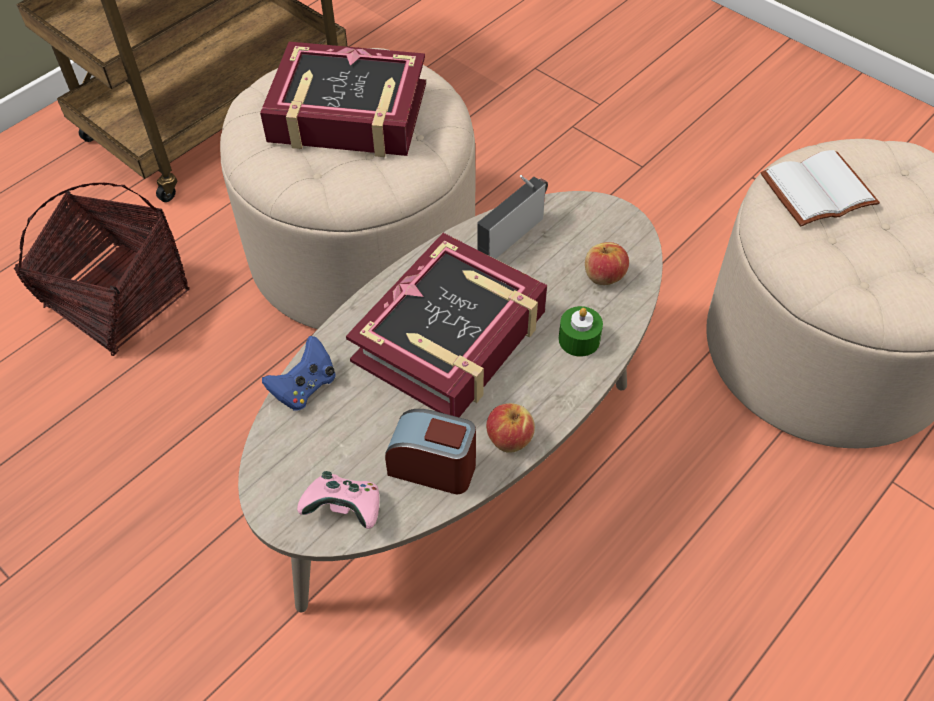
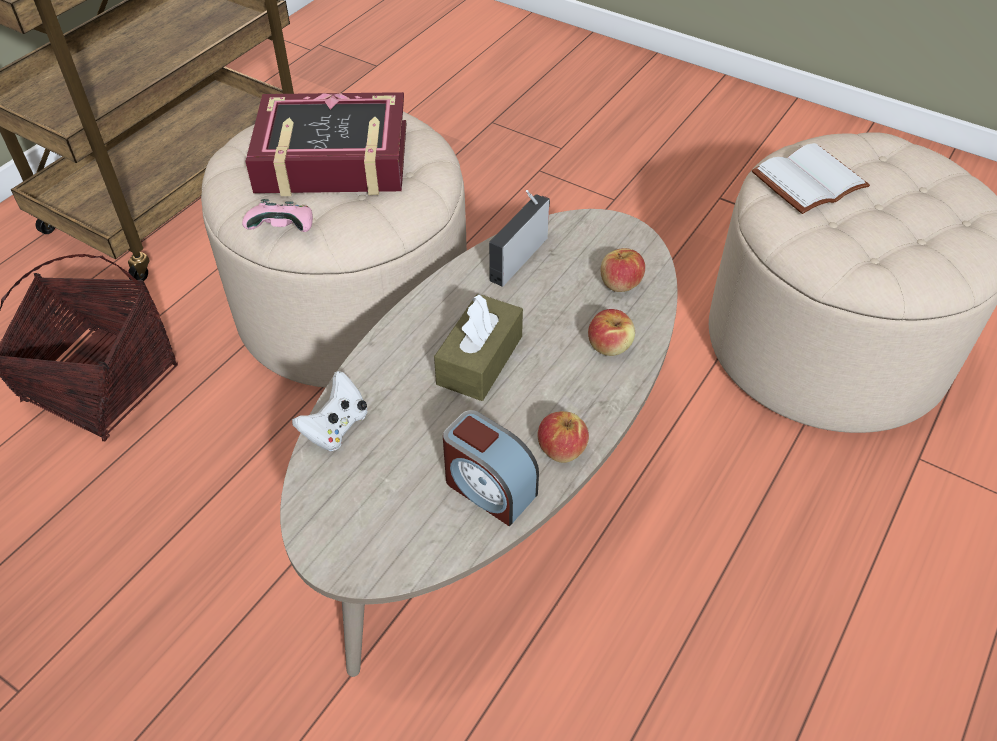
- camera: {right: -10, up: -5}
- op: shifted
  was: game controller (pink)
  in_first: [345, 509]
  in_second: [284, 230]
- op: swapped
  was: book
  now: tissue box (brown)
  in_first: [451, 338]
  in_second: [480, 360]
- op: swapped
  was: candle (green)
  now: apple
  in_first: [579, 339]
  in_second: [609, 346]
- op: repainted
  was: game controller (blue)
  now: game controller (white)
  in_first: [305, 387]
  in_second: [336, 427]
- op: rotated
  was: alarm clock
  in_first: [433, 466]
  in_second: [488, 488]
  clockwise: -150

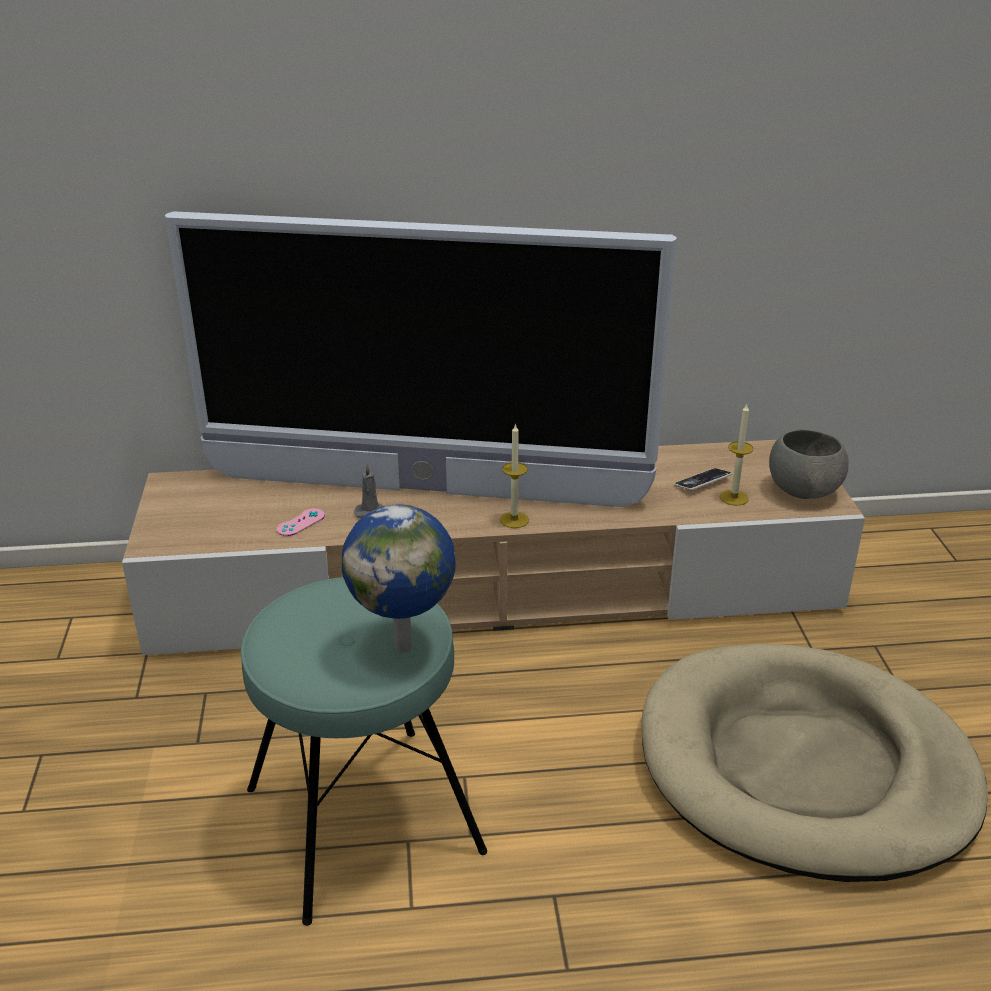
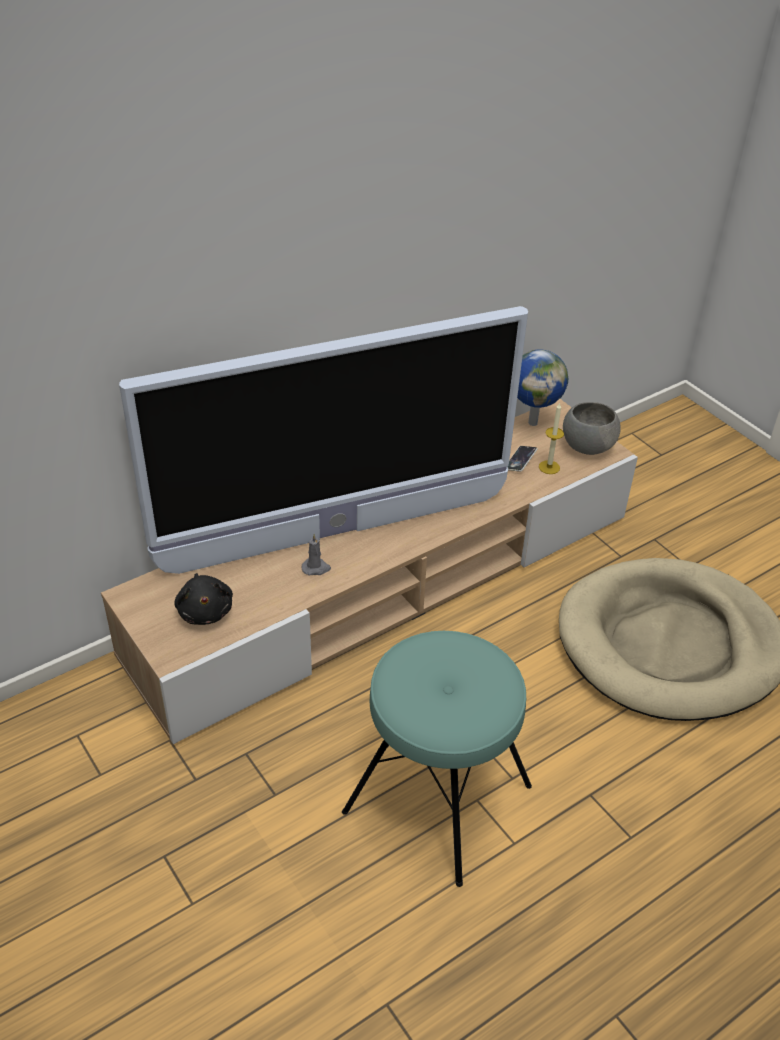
- camera: {right: -30, up: 10}
- op: gone
  was: game controller (pink)
  in_first: [300, 522]
- op: gone
  was: candle
  in_first: [514, 520]
- op: new
  now: plush toy (black)
  in_second: [205, 610]
- op: shifted
  was: globe
  in_first: [405, 645]
  in_second: [533, 422]

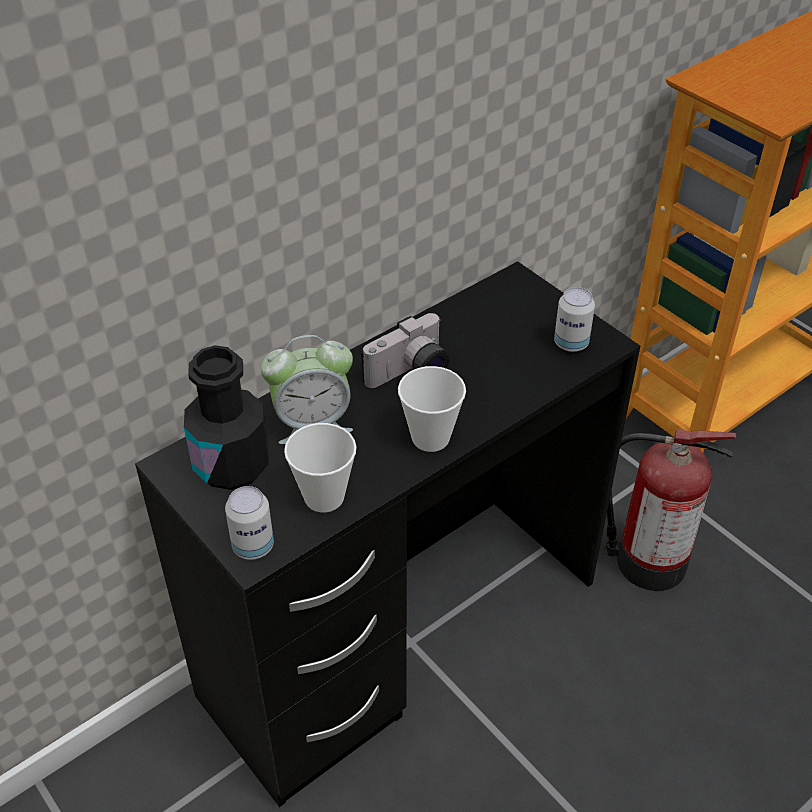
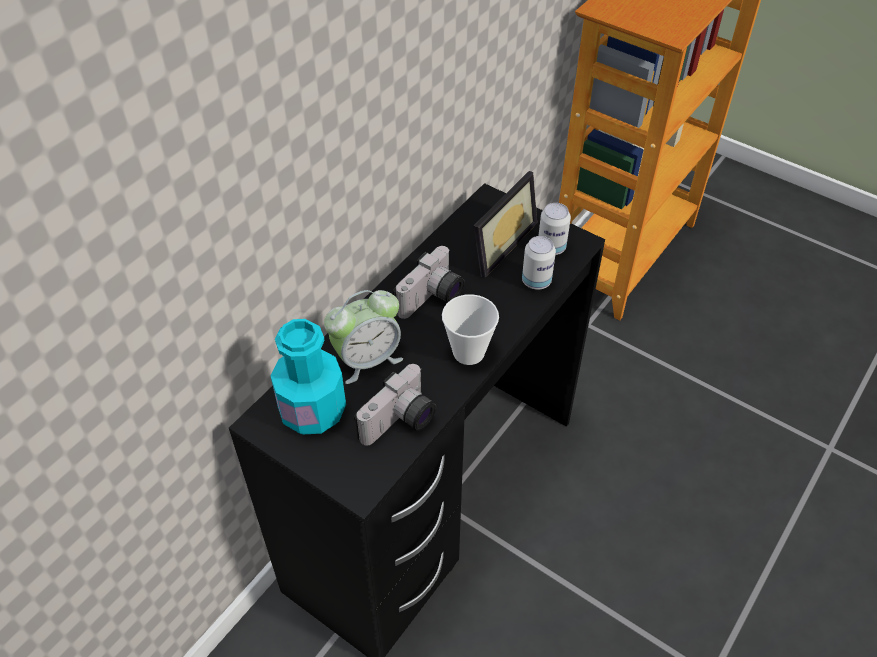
- camera: {right: -15, up: 5}
- op: gone
  was: fire extinguisher
  in_first: [646, 561]
- op: new
  now: picture frame
  in_second: [496, 243]
- op: shifted
  was: can
  in_first: [253, 546]
  in_second: [536, 281]
- op: swapped
  was: cup
  now: photo camera
  in_first: [324, 497]
  in_second: [400, 423]
- op: repainted
  was: bottle (black)
  now: bottle (turquoise)
  in_first: [231, 464]
  in_second: [313, 411]

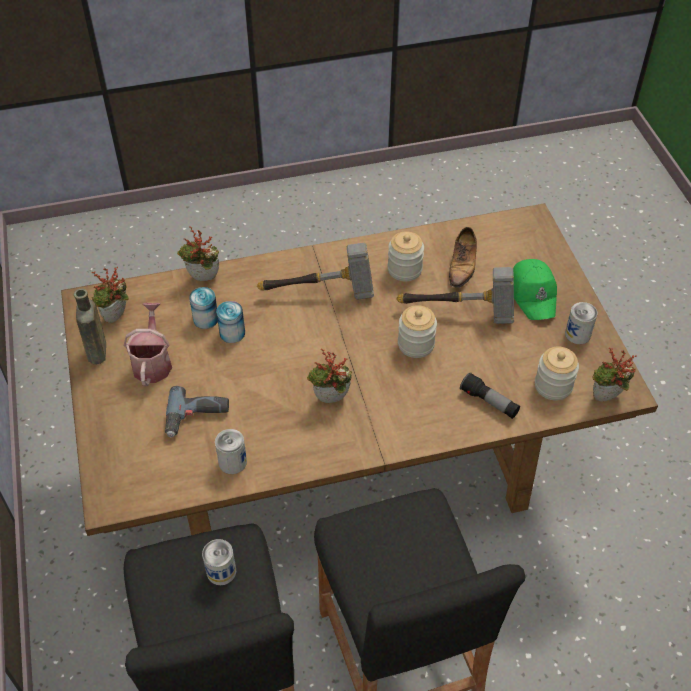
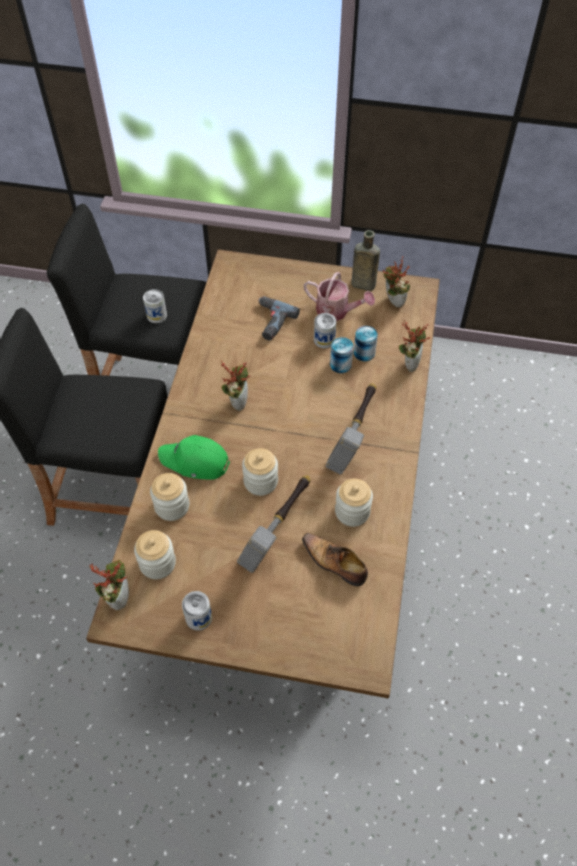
- camera: {right: 115, up: 5}
- op: shifted
  was: can
  in_first: [232, 462]
  in_second: [324, 340]
- op: shifted
  was: cap (green)
  in_first: [533, 294]
  in_second: [195, 462]
- op: swapped
  was: flashlight
  now: jar
  in_first: [489, 402]
  in_second: [172, 506]

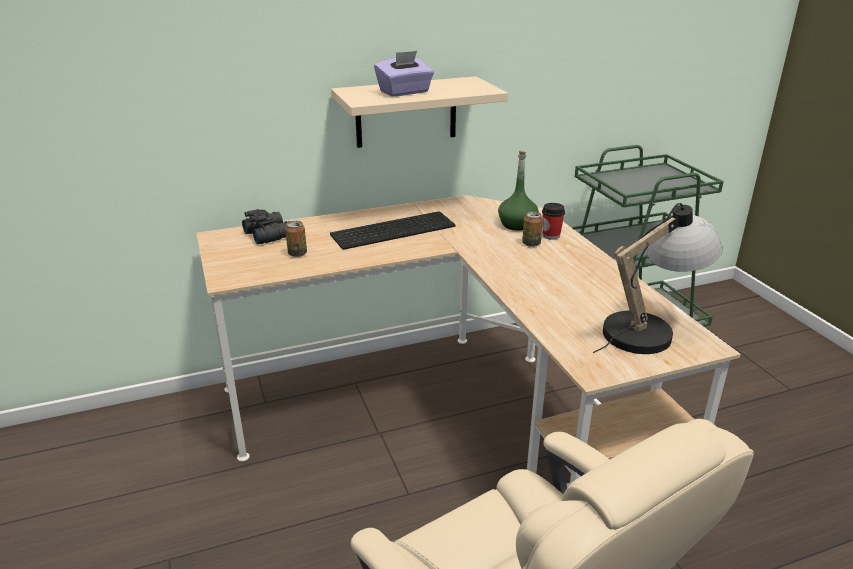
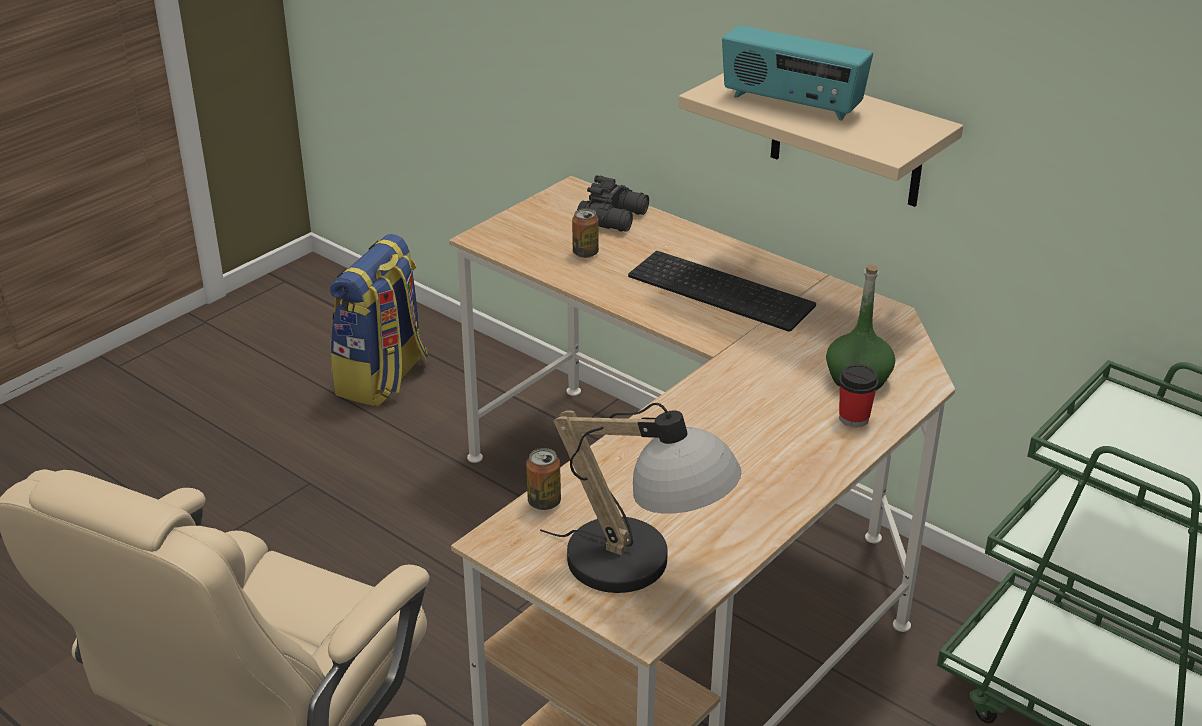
- camera: {right: 60, up: 5}
- op: new
  now: backpack
  in_second: [383, 378]
- op: shifted
  was: can
  in_first: [531, 243]
  in_second: [544, 502]
- op: swapped
  was: tissue box (purple)
  now: radio
  in_first: [404, 92]
  in_second: [791, 104]

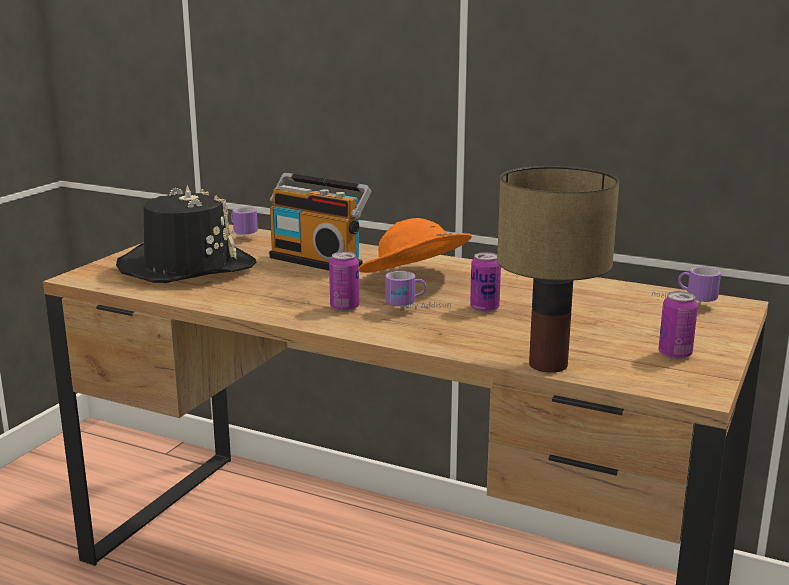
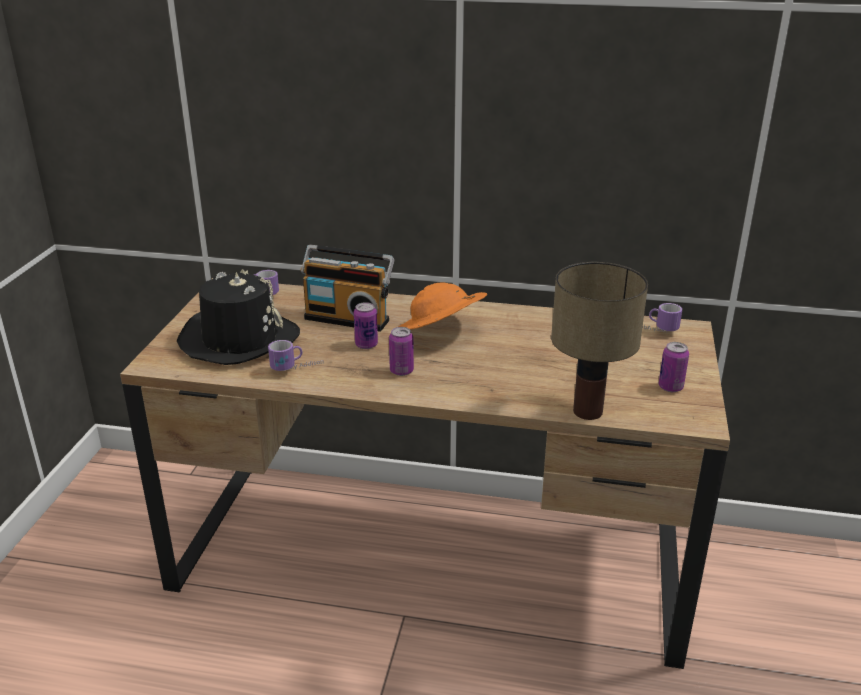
- camera: {right: -15, up: 10}
- op: shifted
  was: mug
  in_first: [418, 309]
  in_second: [297, 369]
- op: shifted
  was: can
  in_first: [484, 308]
  in_second: [366, 345]

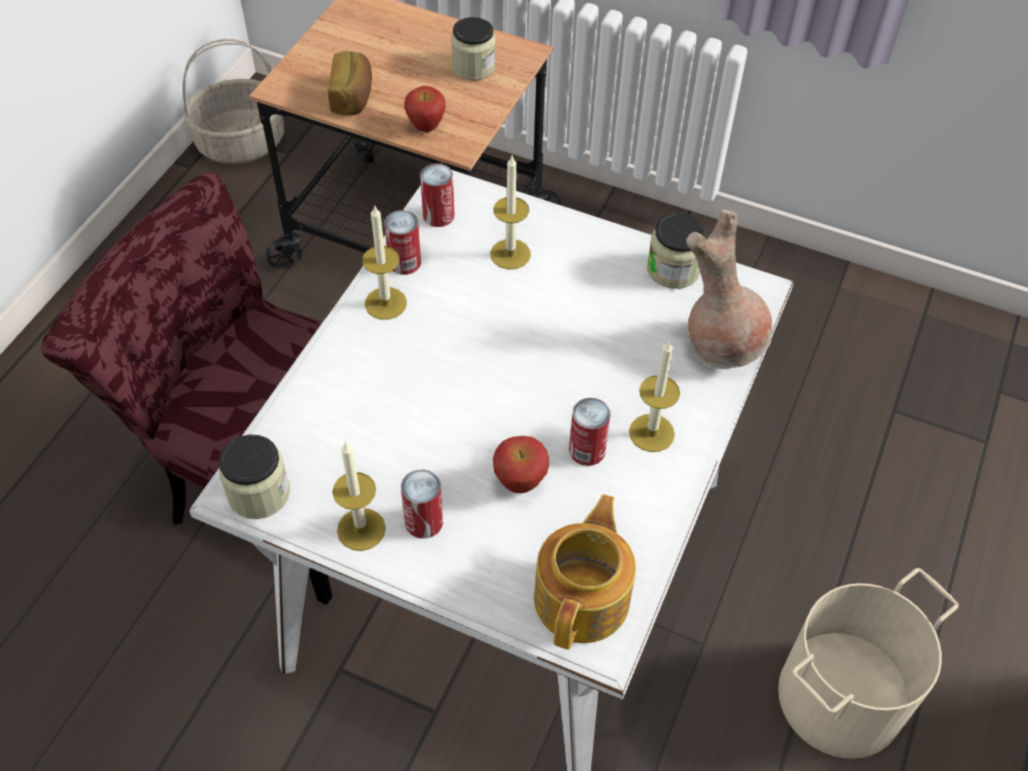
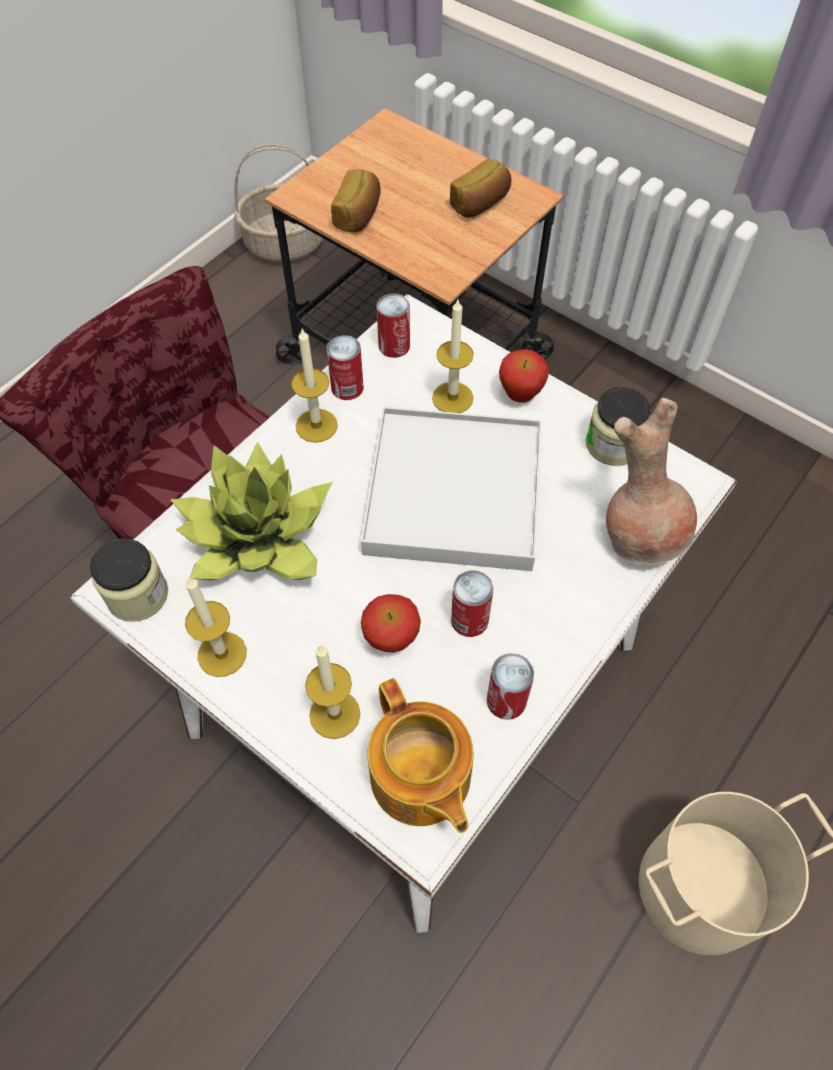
- camera: {right: 15, up: 5}
- op: new
  now: potted plant
  in_second: [259, 537]
- op: new
  now: tray (white)
  in_second: [453, 492]
- op: shifted
  was: can
  in_first: [424, 521]
  in_second: [506, 700]
- op: shifted
  was: apple
  in_first: [426, 127]
  in_second: [520, 395]
- op: shifted
  was: candle
  in_first: [651, 433]
  in_second: [334, 714]
- op: swapped
  was: jar
  now: bread
  in_first: [473, 67]
  in_second: [481, 203]
- op: rotated
  was: teapot
  in_first: [583, 597]
  in_second: [420, 778]
  clockwise: 120

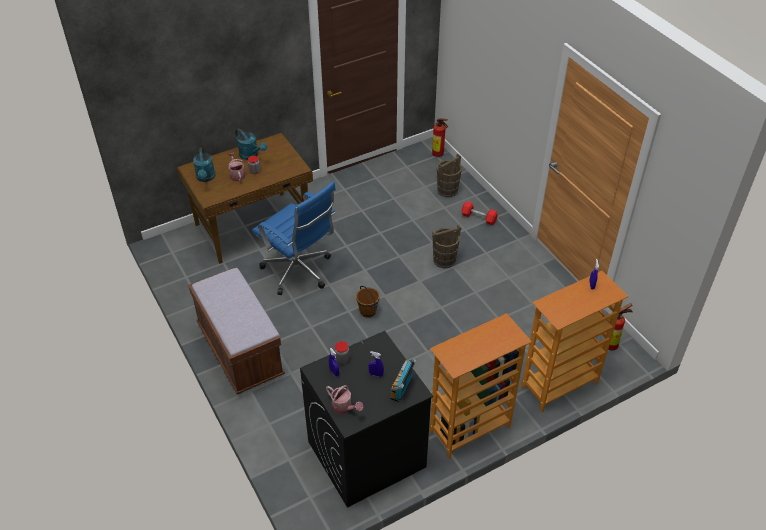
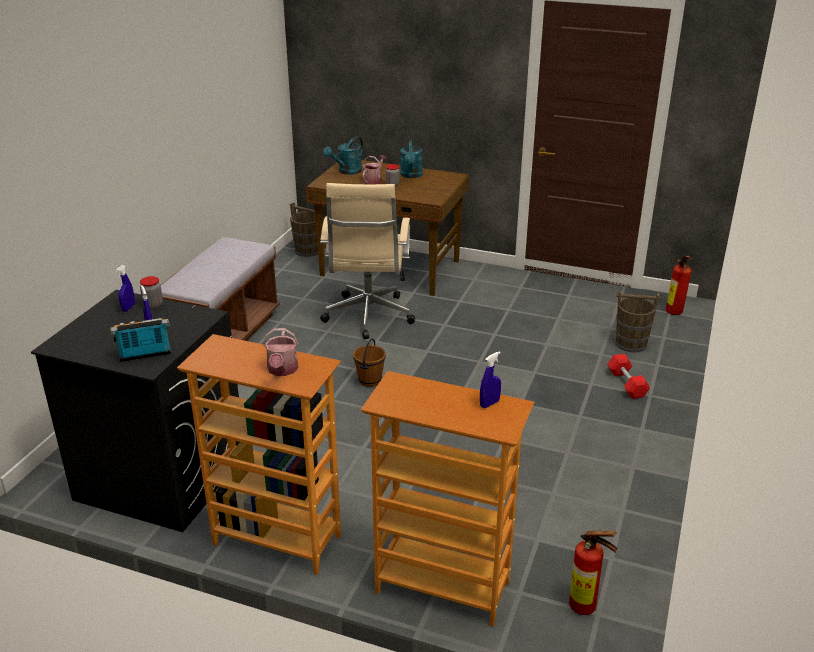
- camera: {right: 50, up: -15}
- op: shifted
  was: watering can
  in_first: [344, 407]
  in_second: [282, 370]
- op: shifted
  was: bucket (brown)
  in_first: [444, 260]
  in_second: [308, 251]
- op: repainted
  was: office chair (blue)
  now: office chair (beige)
  in_first: [299, 272]
  in_second: [368, 318]

